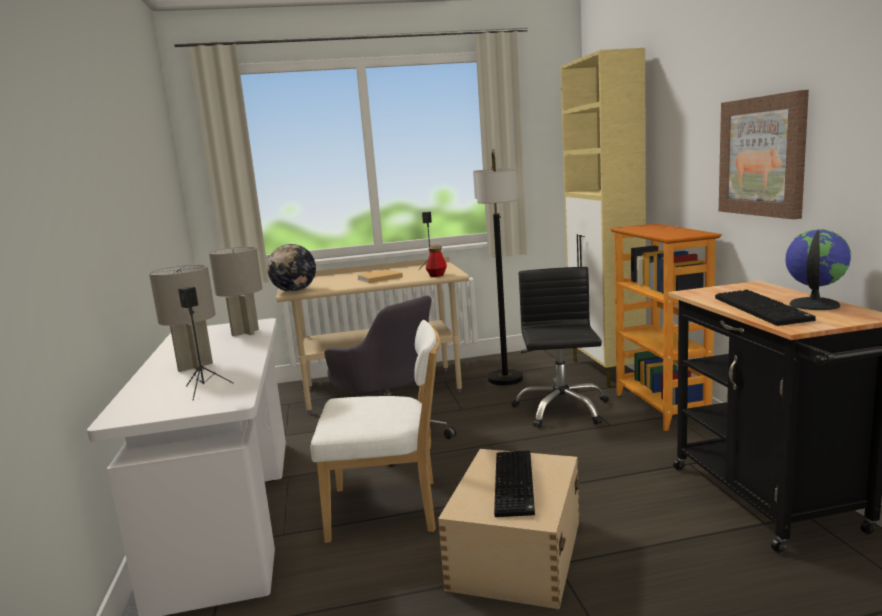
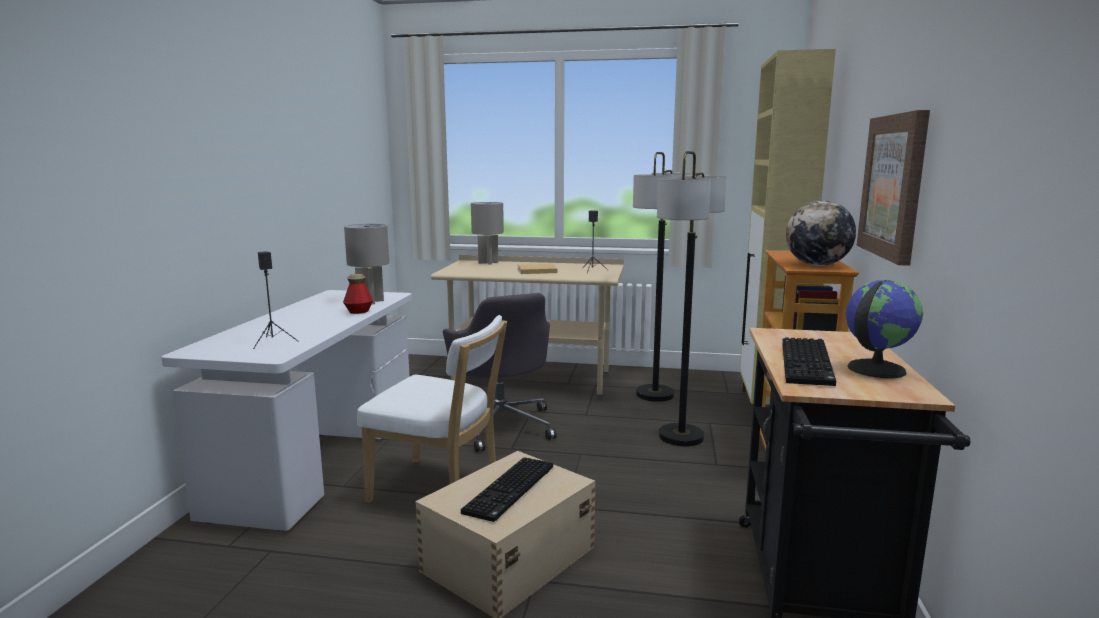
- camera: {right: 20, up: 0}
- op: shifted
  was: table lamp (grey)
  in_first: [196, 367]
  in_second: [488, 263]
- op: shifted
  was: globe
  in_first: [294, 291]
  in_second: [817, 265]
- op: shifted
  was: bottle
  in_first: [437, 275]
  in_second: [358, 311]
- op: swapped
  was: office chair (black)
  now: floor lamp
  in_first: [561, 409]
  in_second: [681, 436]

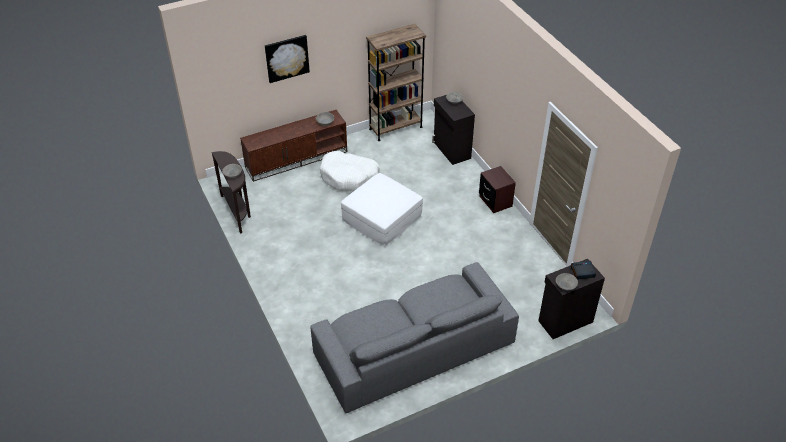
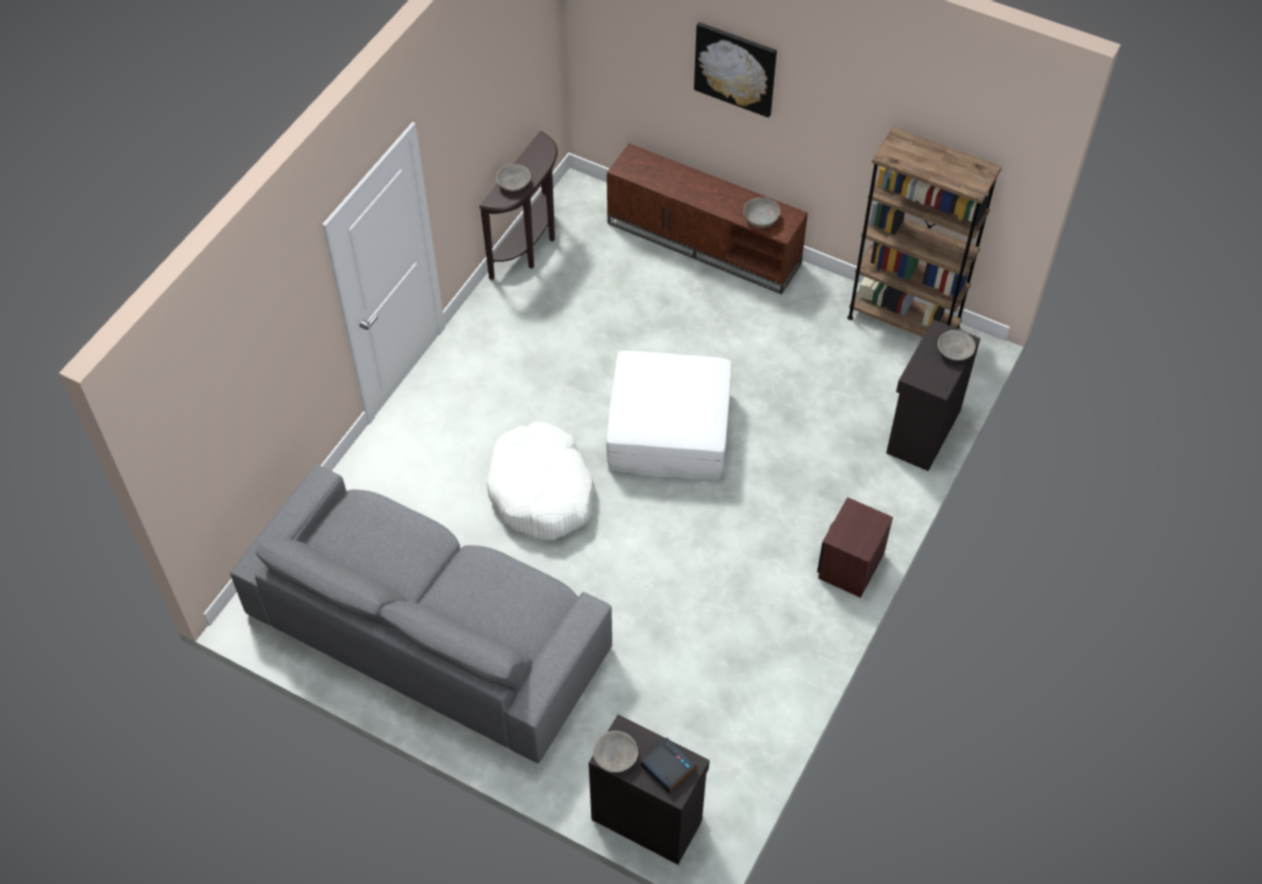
- camera: {right: 55, up: 10}
- op: shifted
  was: dog bed (white)
  in_first: [349, 177]
  in_second: [541, 491]

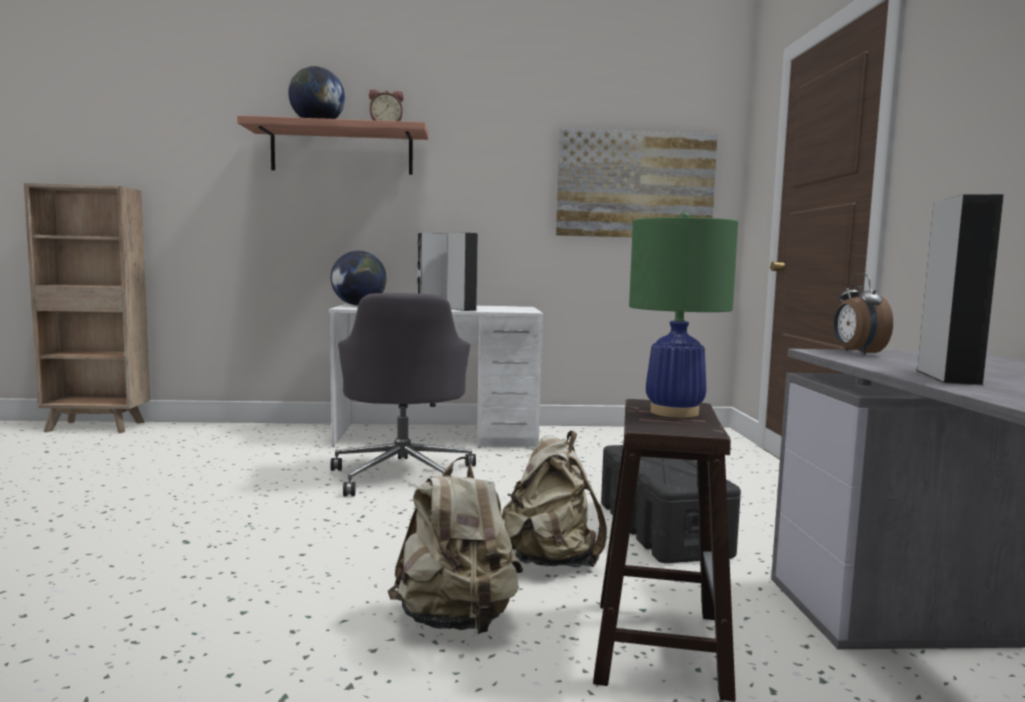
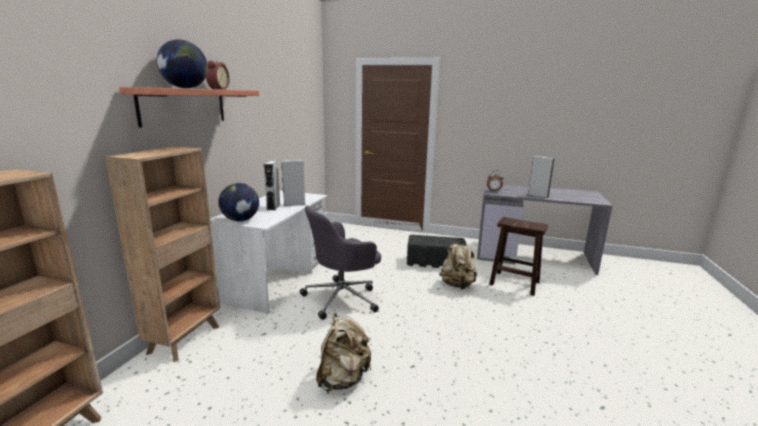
- camera: {right: -70, up: 10}
- op: gone
  was: picture
  in_first: [635, 185]
- op: gone
  was: table lamp (green)
  in_first: [674, 412]
- op: new
  now: bookcase (brown)
  in_second: [186, 338]
- op: shifted
  was: backpack (beige)
  in_first: [456, 621]
  in_second: [343, 378]
- op: rotated
  was: office chair (grey)
  in_first: [404, 475]
  in_second: [342, 298]
  clockwise: 135

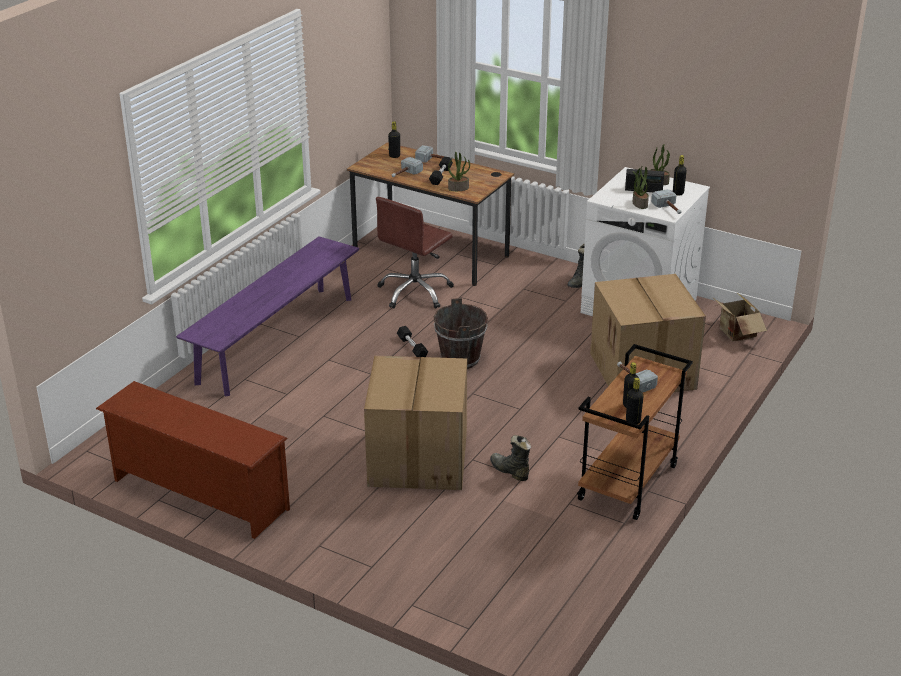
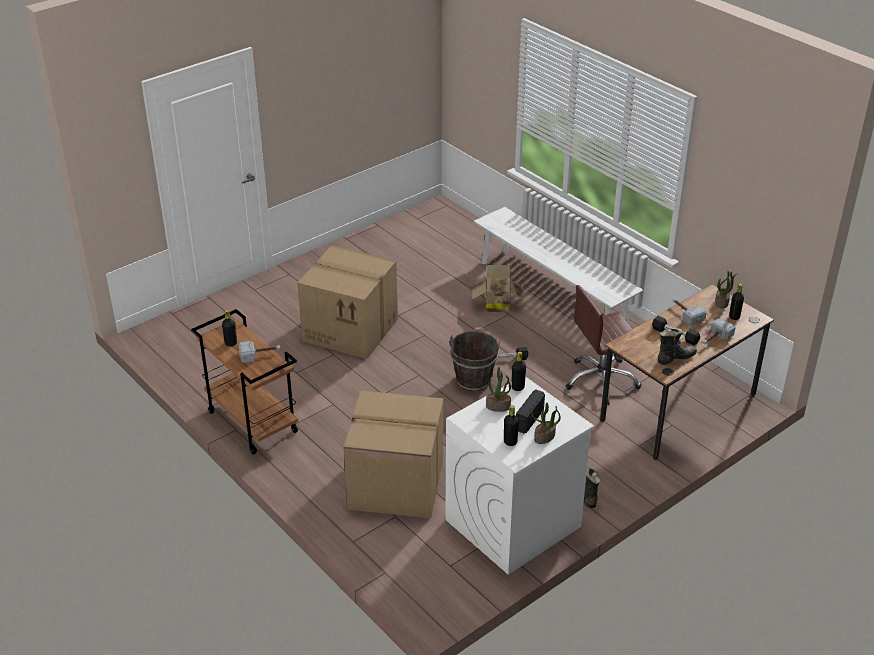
- camera: {right: 110, up: 5}
- op: gone
  was: shoe rack (brown)
  in_first: [198, 495]
- op: gone
  was: hammer
  in_first: [669, 209]
- op: shifted
  was: potted plant
  in_first: [458, 188]
  in_second: [722, 302]
- op: shifted
  was: boot (black)
  in_first: [509, 471]
  in_second: [675, 358]
- op: shifted
  was: bottle (black)
  in_first: [633, 421]
  in_second: [517, 387]
- op: shifted
  was: cardboard box
  in_first: [735, 334]
  in_second: [496, 304]
- op: repainted
  was: bench (purple)
  now: bench (white)
  in_first: [276, 339]
  in_second: [552, 294]
- op: rotated
  was: office chair (brown)
  in_first: [415, 292]
  in_second: [601, 381]
  clockwise: -75

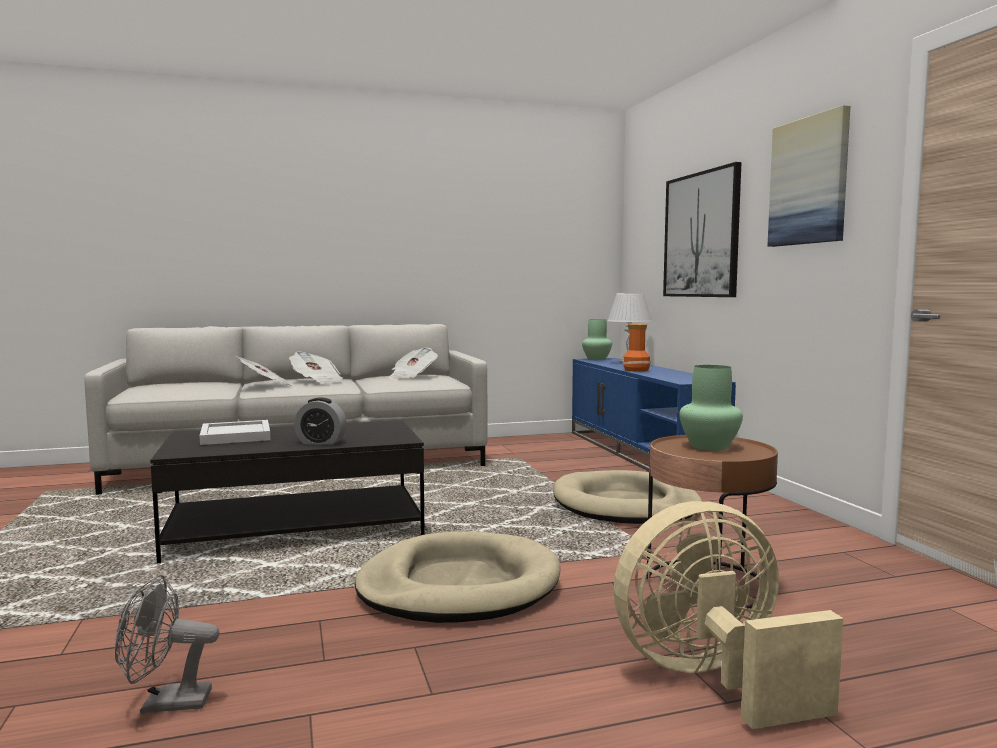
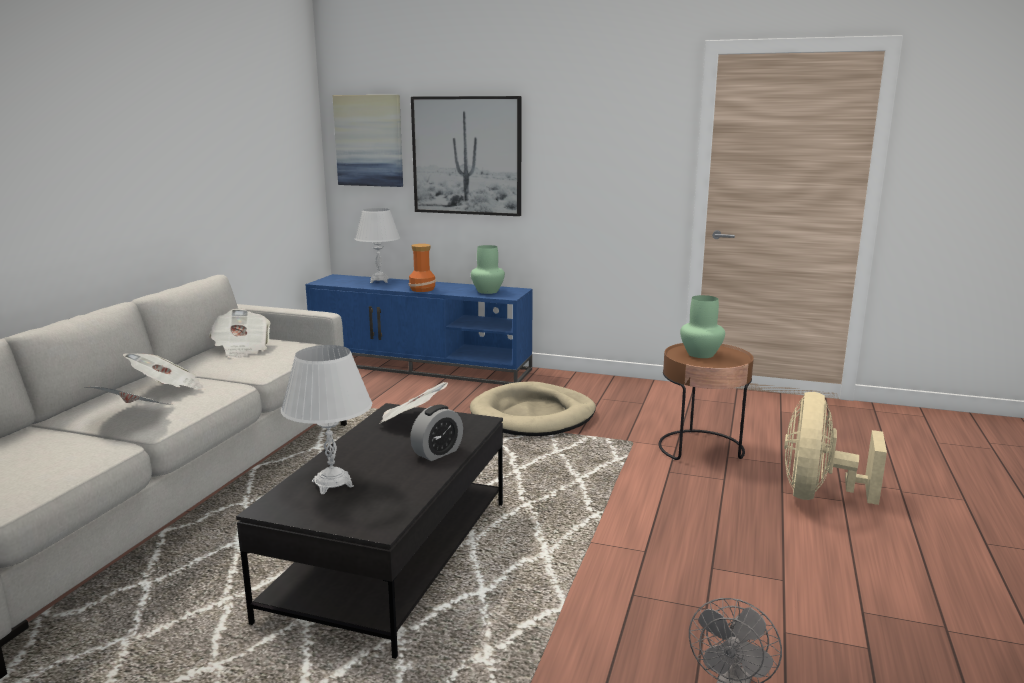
- camera: {right: -55, up: 10}
- op: gone
  was: dog bed (beige)
  in_first: [459, 586]
- op: new
  now: newspaper
  in_second: [412, 420]
- op: shifted
  was: vase (green)
  in_first: [596, 359]
  in_second: [487, 291]
- op: shifted
  was: picture
  in_first: [809, 181]
  in_second: [369, 140]
- op: swapped
  was: tray (white)
  now: table lamp (white)
  in_first: [237, 435]
  in_second: [332, 484]

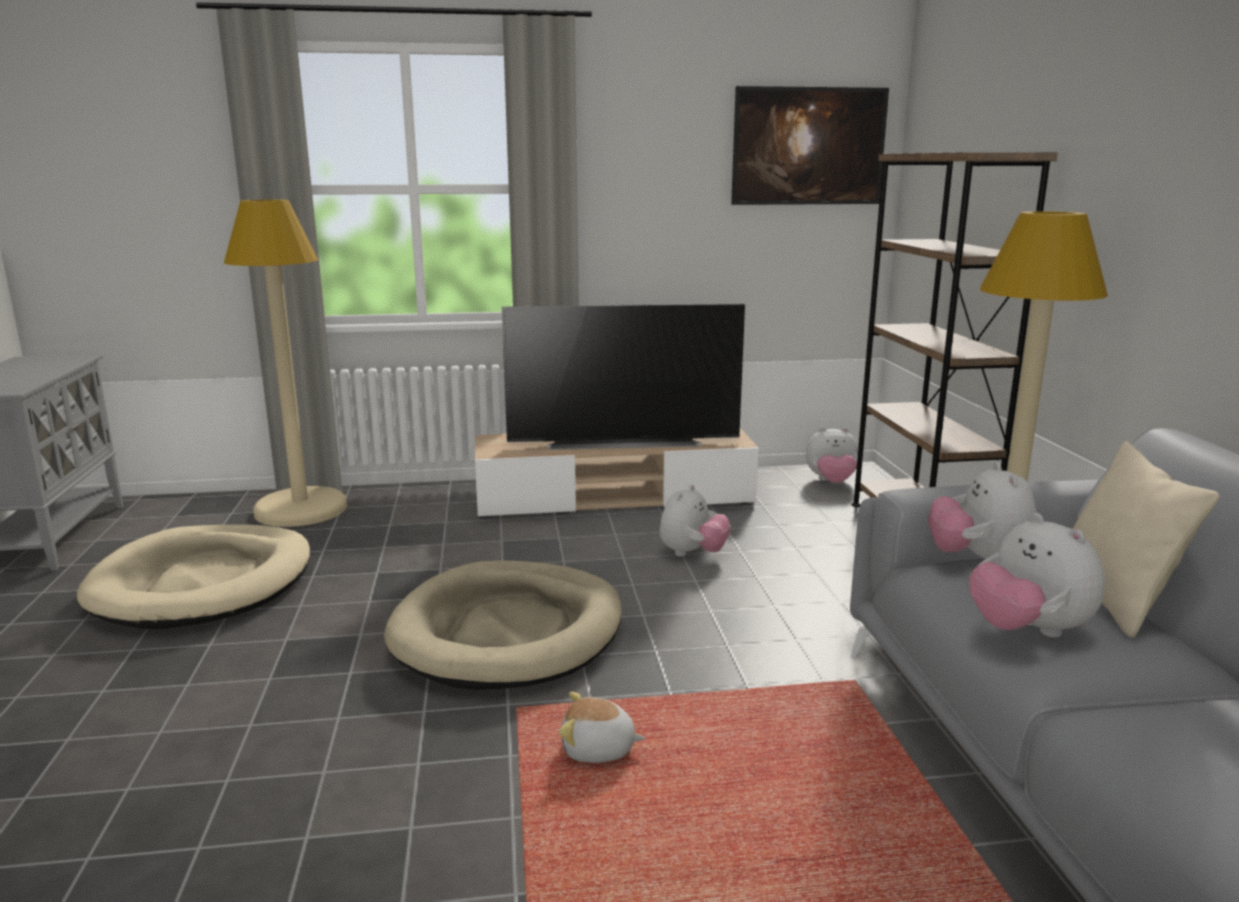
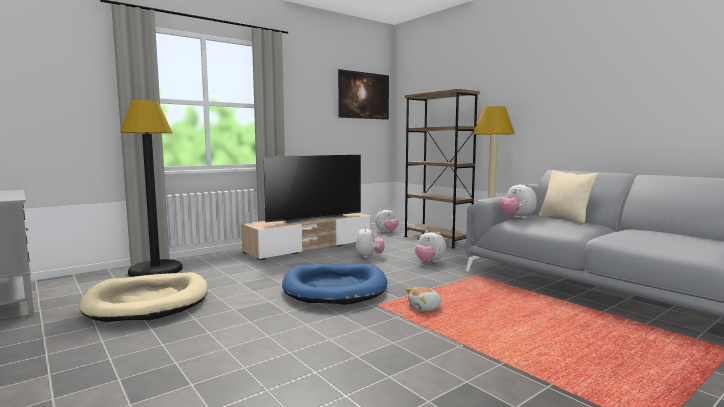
- camera: {right: -30, up: -10}
- op: shifted
  was: plush toy
  in_first: [1027, 630]
  in_second: [429, 262]
- op: repainted
  was: floor lamp (beige)
  now: floor lamp (black)
  in_first: [301, 509]
  in_second: [156, 270]
- op: repainted
  was: dog bed (beige)
  now: dog bed (blue)
  in_first: [508, 631]
  in_second: [335, 288]

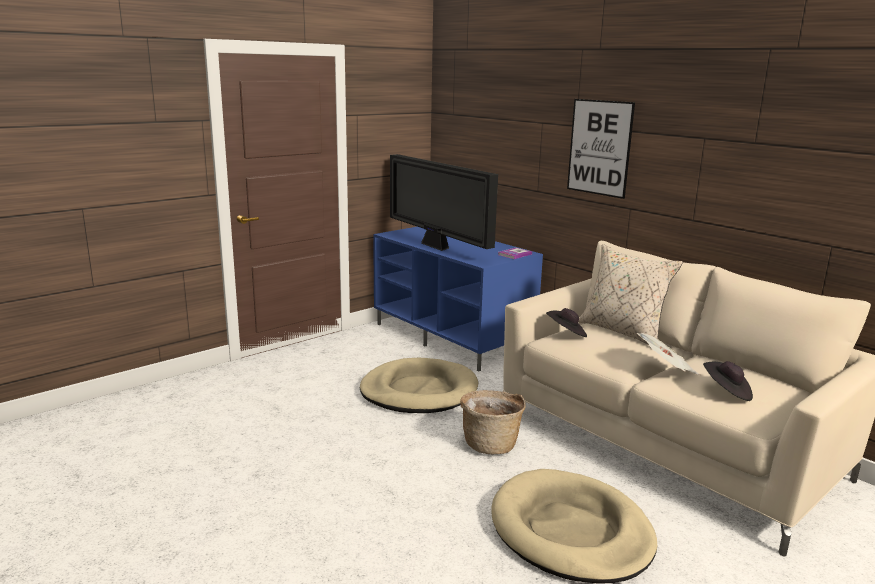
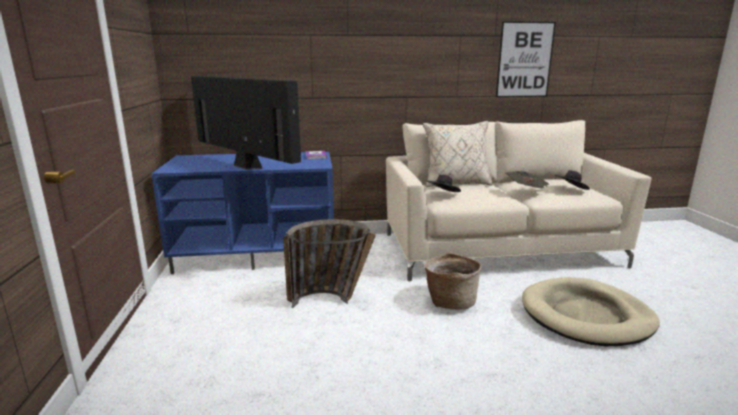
- camera: {right: -55, up: 0}
- op: shifted
  was: picture
  in_first: [599, 147]
  in_second: [524, 60]
- op: swapped
  was: dog bed (beige)
  now: basket
  in_first: [419, 391]
  in_second: [331, 300]
- op: rotated
  was: television
  in_first: [436, 247]
  in_second: [246, 166]
  clockwise: -135

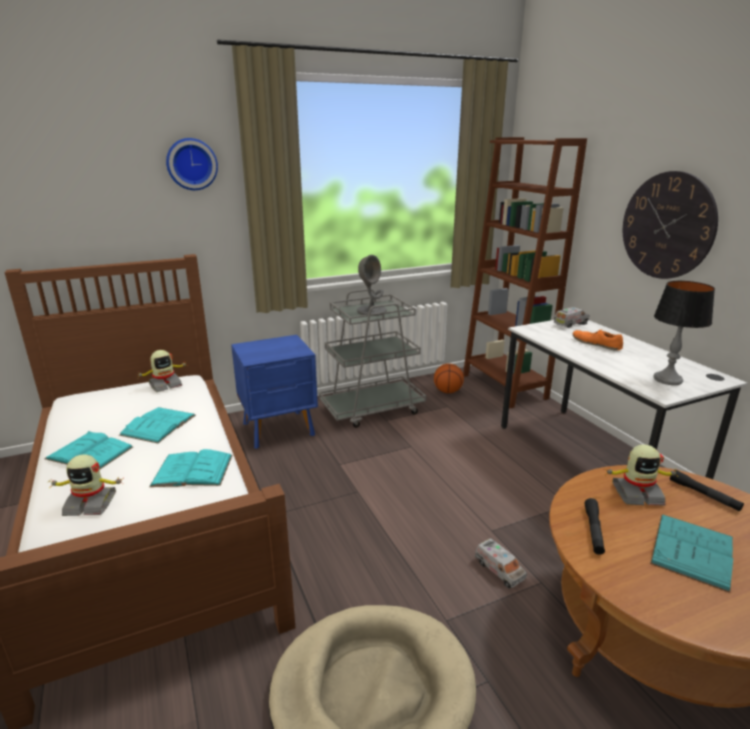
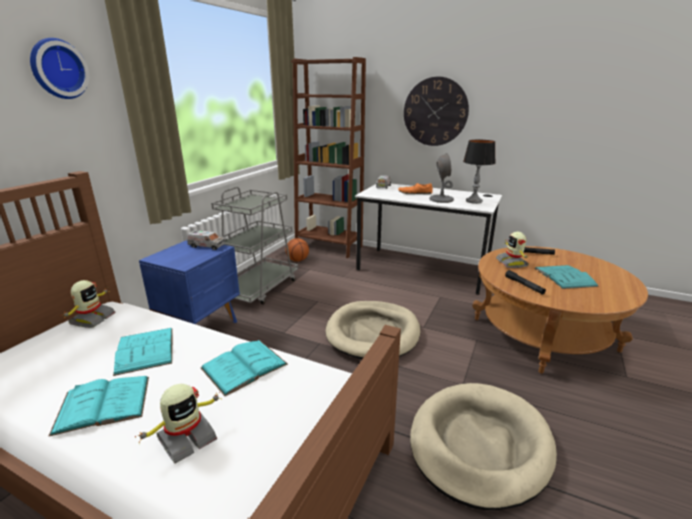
- camera: {right: -40, up: 0}
- op: new
  now: dog bed (beige)
  in_second: [373, 333]
- op: shifted
  was: table lamp (grey)
  in_first: [371, 311]
  in_second: [441, 199]
- op: shifted
  was: toy truck
  in_first: [499, 570]
  in_second: [206, 246]
- op: rotated
  was: toy robot
  in_first: [636, 493]
  in_second: [512, 263]
  clockwise: 120

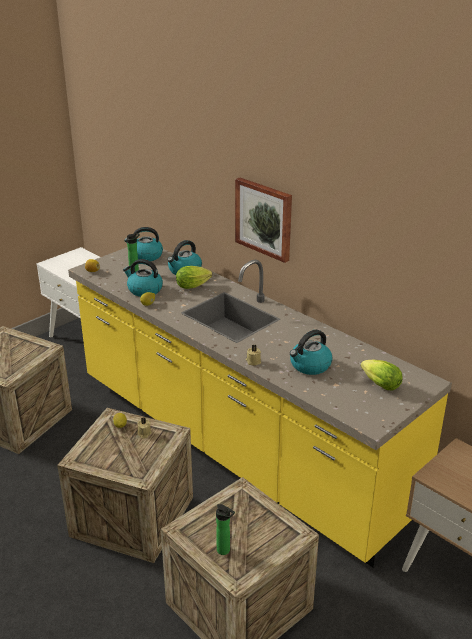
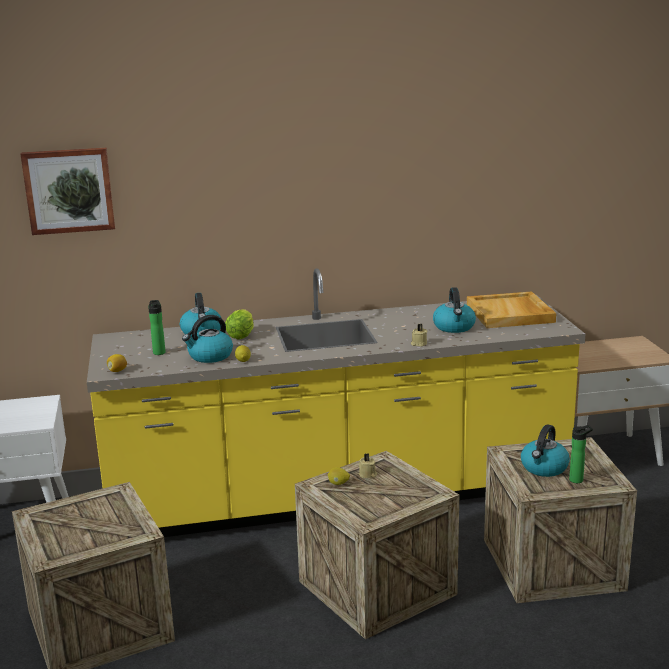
- camera: {right: -55, up: -10}
- op: shifted
  was: kettle
  in_first: [146, 256]
  in_second: [544, 468]
- op: shifted
  was: picture
  in_first: [264, 218]
  in_second: [69, 190]
- op: swapped
  was: lettuce
  now: tray (beige)
  in_first: [378, 384]
  in_second: [510, 314]

